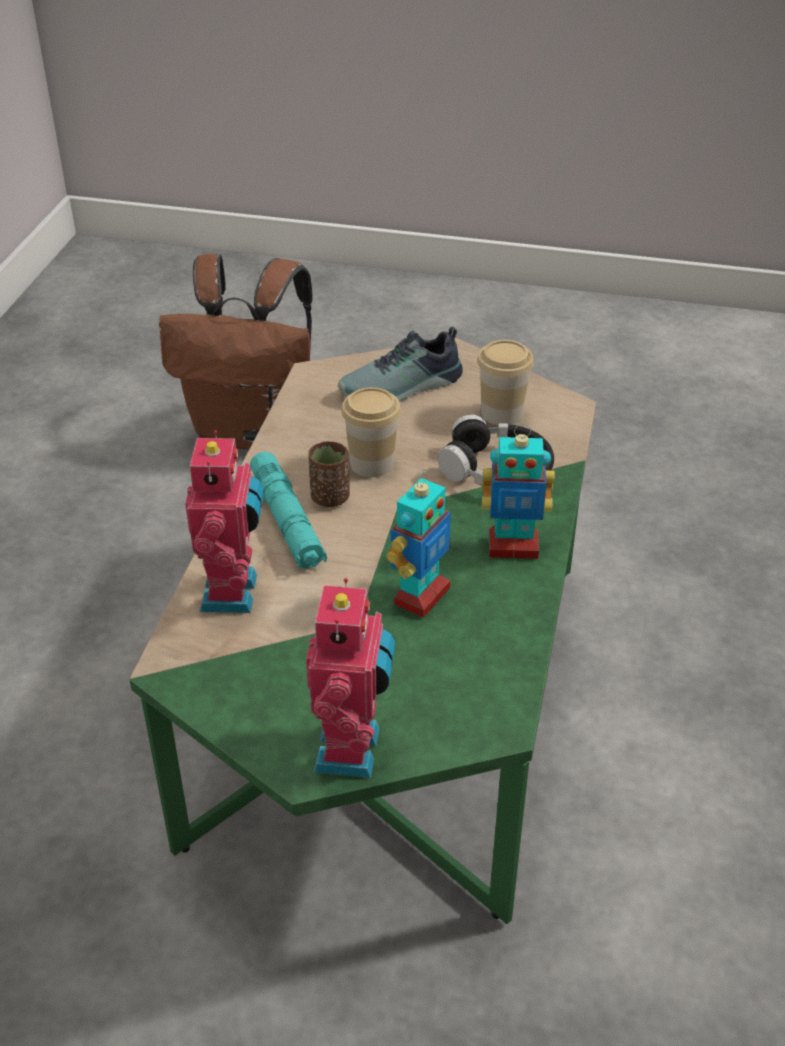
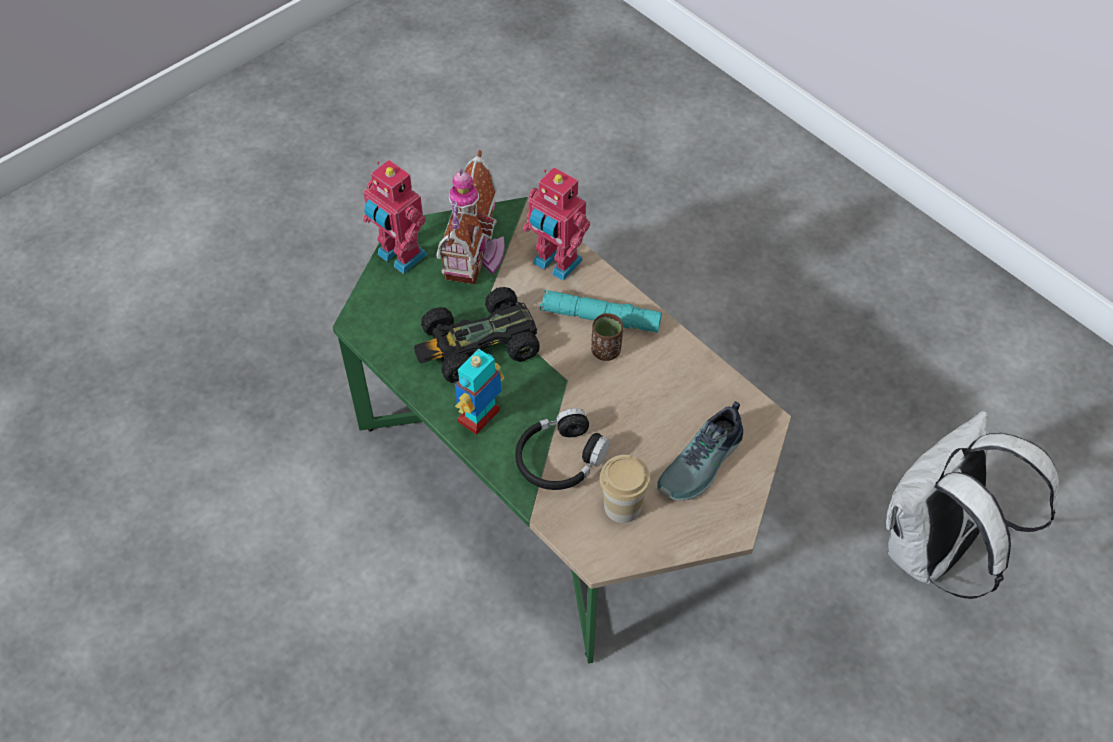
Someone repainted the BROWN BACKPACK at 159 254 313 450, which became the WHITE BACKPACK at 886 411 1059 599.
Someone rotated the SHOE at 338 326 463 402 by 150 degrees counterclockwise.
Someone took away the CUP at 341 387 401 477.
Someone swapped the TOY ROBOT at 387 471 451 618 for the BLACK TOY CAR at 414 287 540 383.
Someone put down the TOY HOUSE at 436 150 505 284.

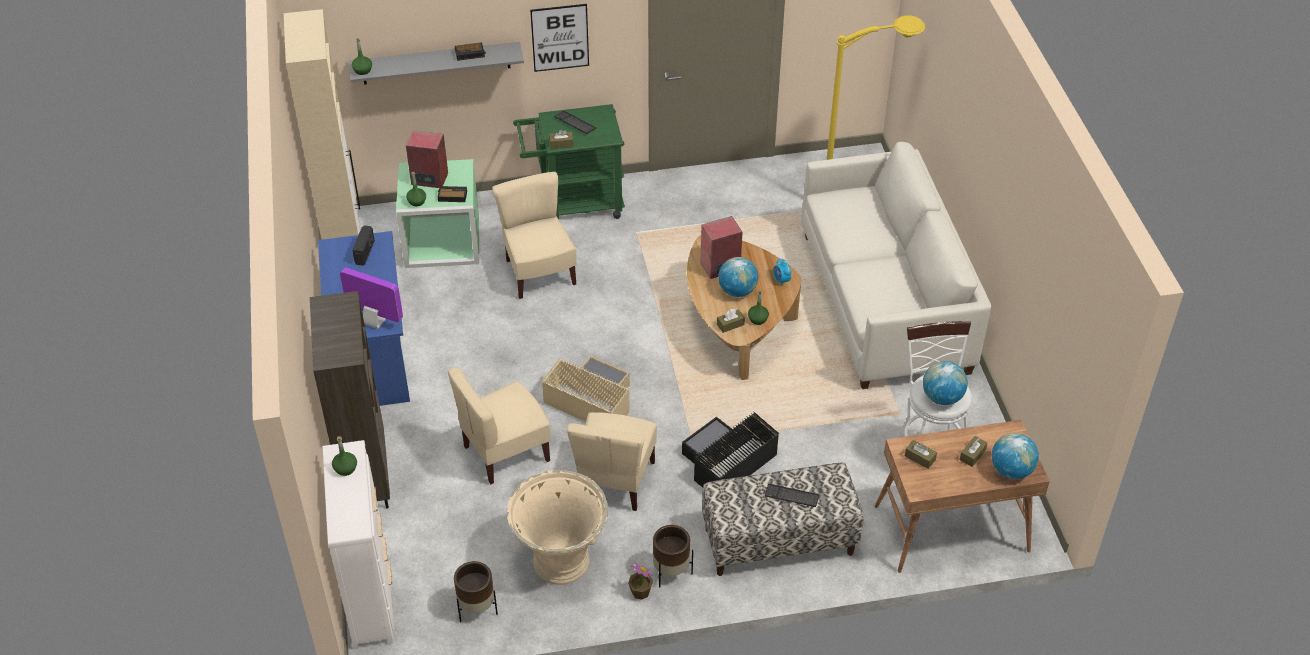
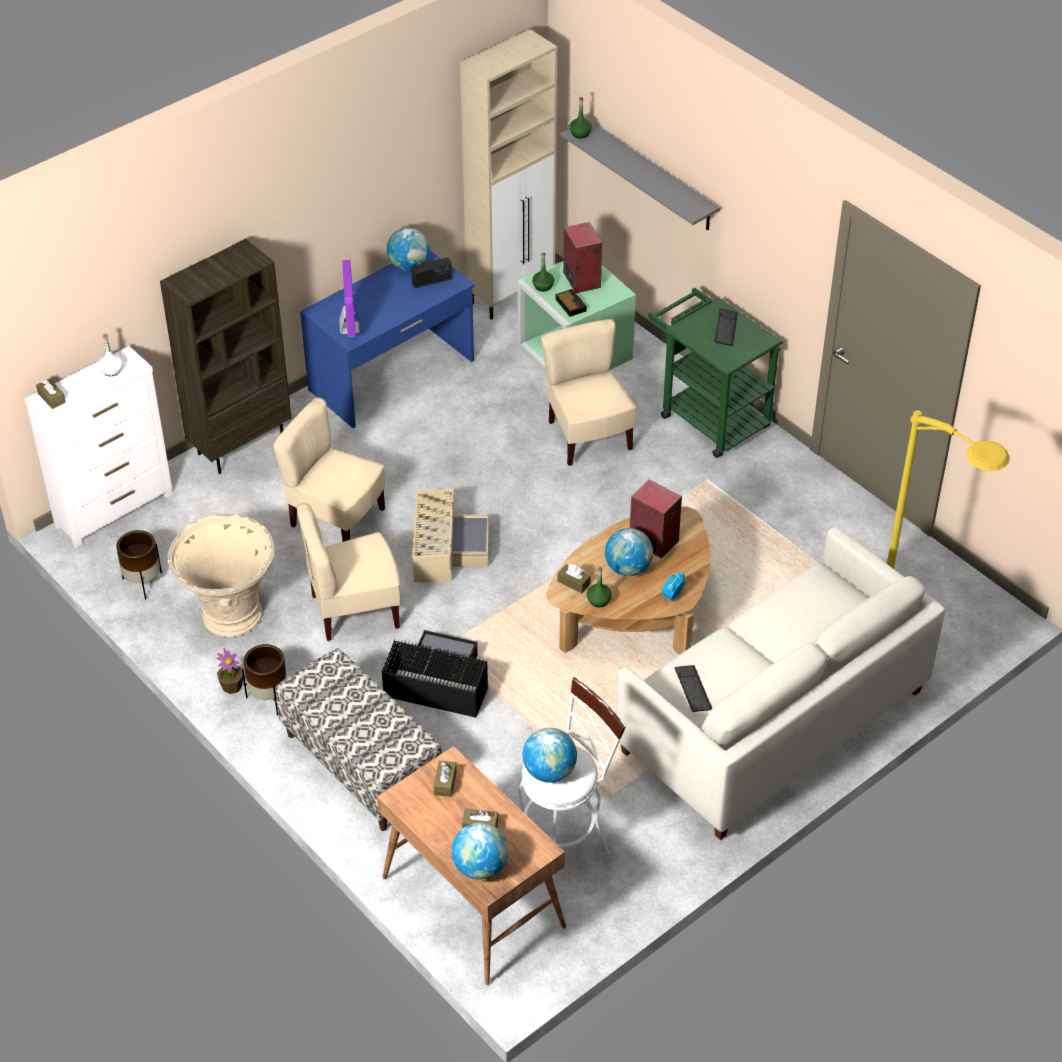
Someone took away the PICTURE at 530 4 589 72.
Someone took away the ALARM CLOCK at 455 42 486 61.
Someone carried the BROWN TISSUE BOX from 549 130 574 149 to 36 378 66 409.
Someone rotated the BEIGE CHAIR at 492 172 577 299 by 60 degrees counterclockwise.
Someone repainted the GREEN BOTTLE at 332 436 357 476, which became the WHITE BOTTLE at 98 333 123 376.
Someone carried the KEYBOARD from 765 484 820 507 to 675 665 712 712.
Someone put down the GLOBE at 387 227 430 271.

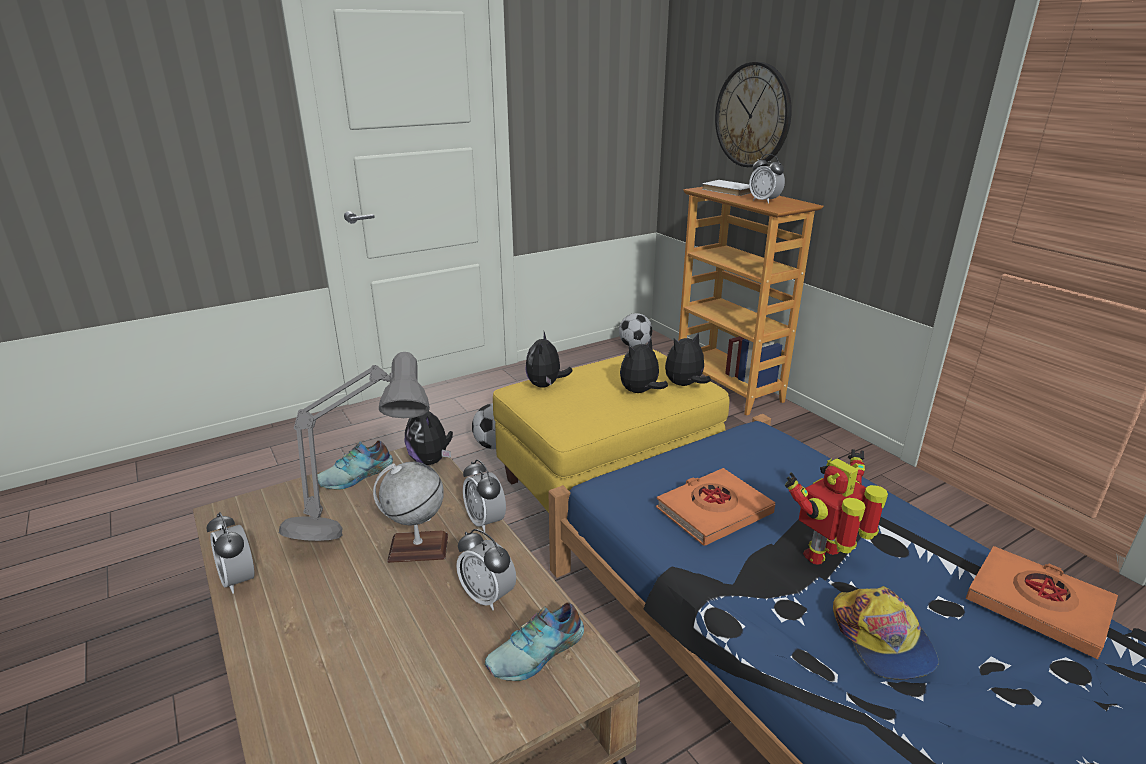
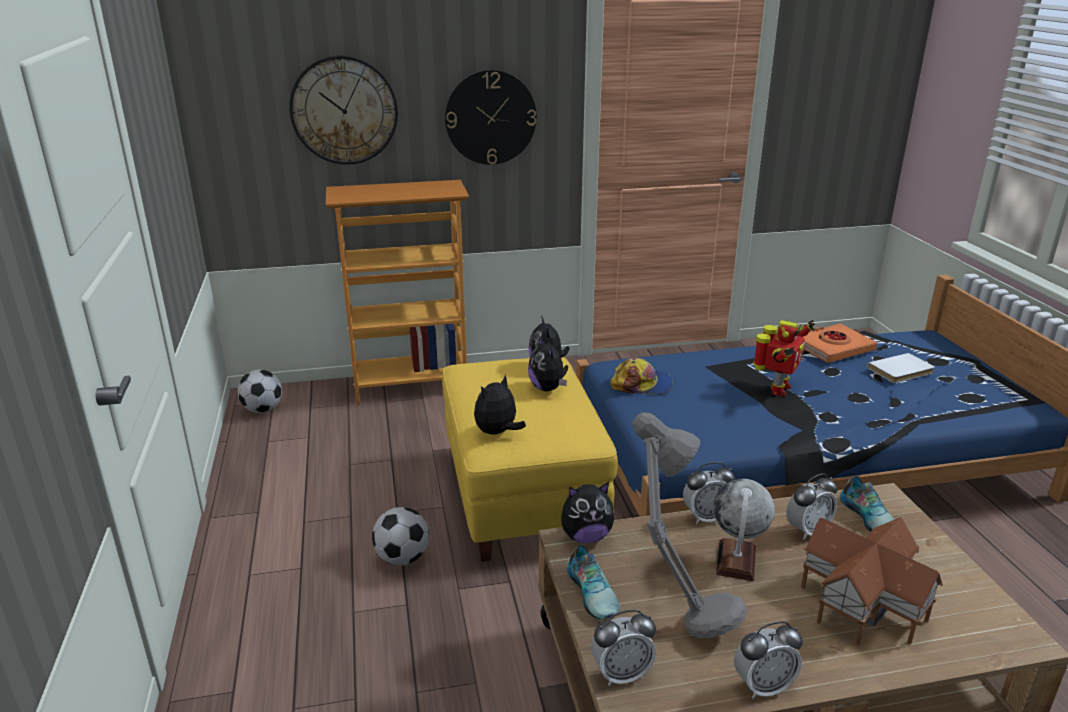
Someone carried the ALARM CLOCK from 749 154 785 204 to 591 610 656 686.
Someone carried the WHITE BOOK from 702 180 751 196 to 867 353 935 383.
Someone rotated the PLUSH TOY at 525 332 573 388 by 105 degrees clockwise.
Someone rotated the TOY ROBOT at 785 449 888 565 by 135 degrees counterclockwise.
Someone took away the ORANGE BOOK at 656 468 775 546.
Someone carried the CAP from 833 586 939 680 to 610 358 673 395.
Someone put up the WALL CLOCK at 445 70 537 165.
Someone put down the TOY HOUSE at 801 517 943 645.

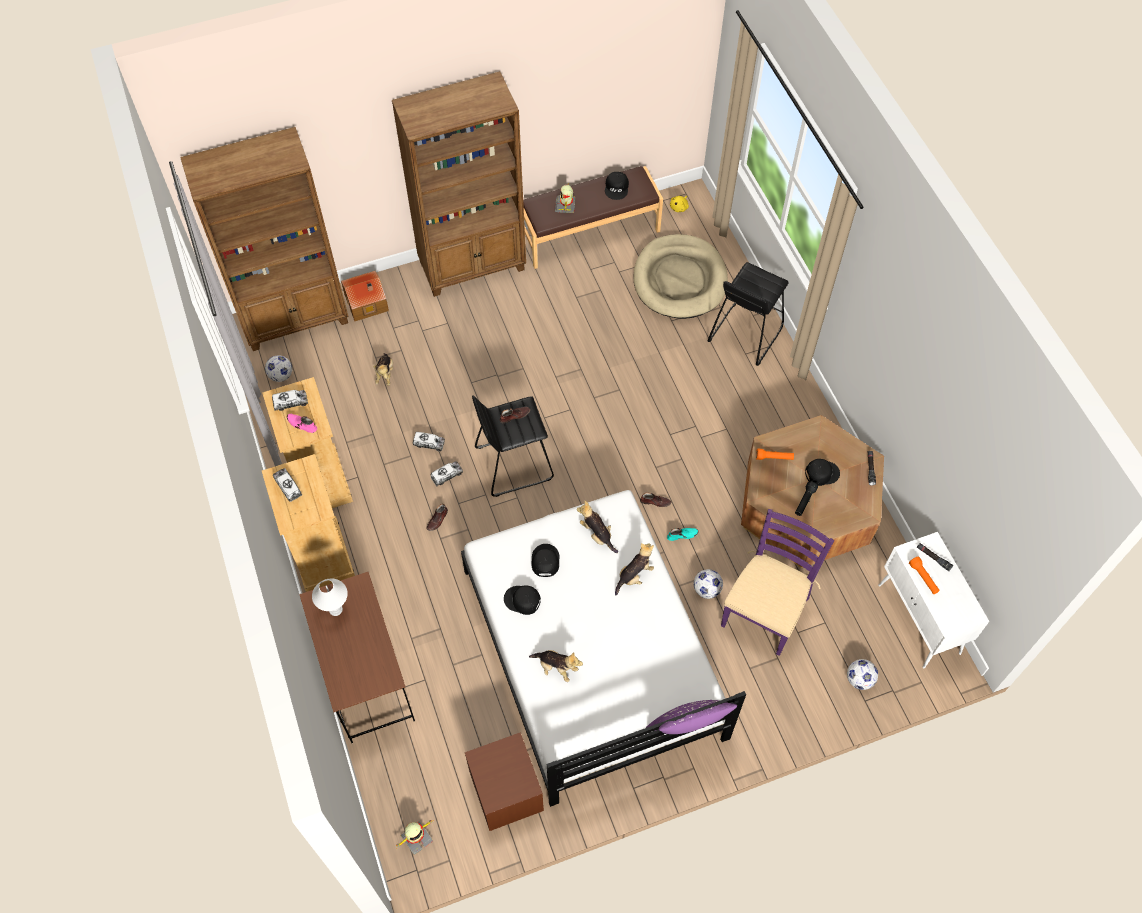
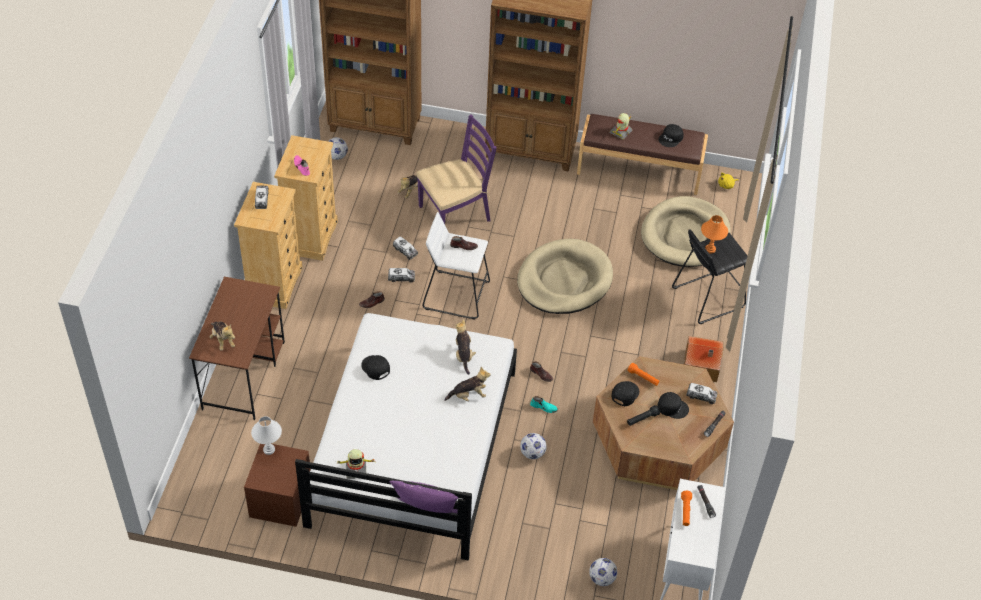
Someone carried the TOY HOUSE from 341 271 389 321 to 684 336 723 382.
Someone carried the TOY TRUCK from 272 390 308 411 to 686 383 718 404.
Someone repainted the BLACK STOOL at 472 395 554 497, which became the WHITE STOOL at 423 212 490 319.
Someone carried the PURPLE CHAIR from 721 509 834 656 to 416 115 497 224.
Someone carried the BLACK CAP from 531 544 559 577 to 611 381 639 406.
Someone carried the WHITE TABLE LAMP from 312 578 348 616 to 251 416 282 455.
Someone carried the PLUSH TOY from 529 650 583 682 to 210 321 235 351.
Someone carried the TOY ROBOT from 394 818 433 855 to 336 449 376 479.
Someone put down the ORANGE TABLE LAMP at 701 215 728 254.
Someone put down the BEIGE DOG BED at 517 239 613 314.

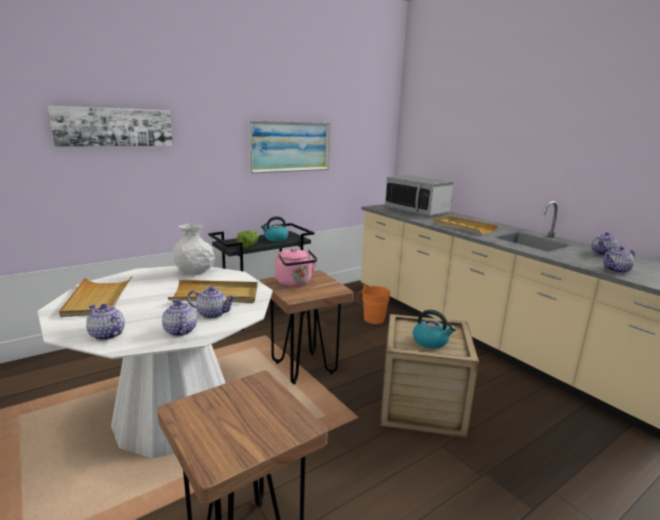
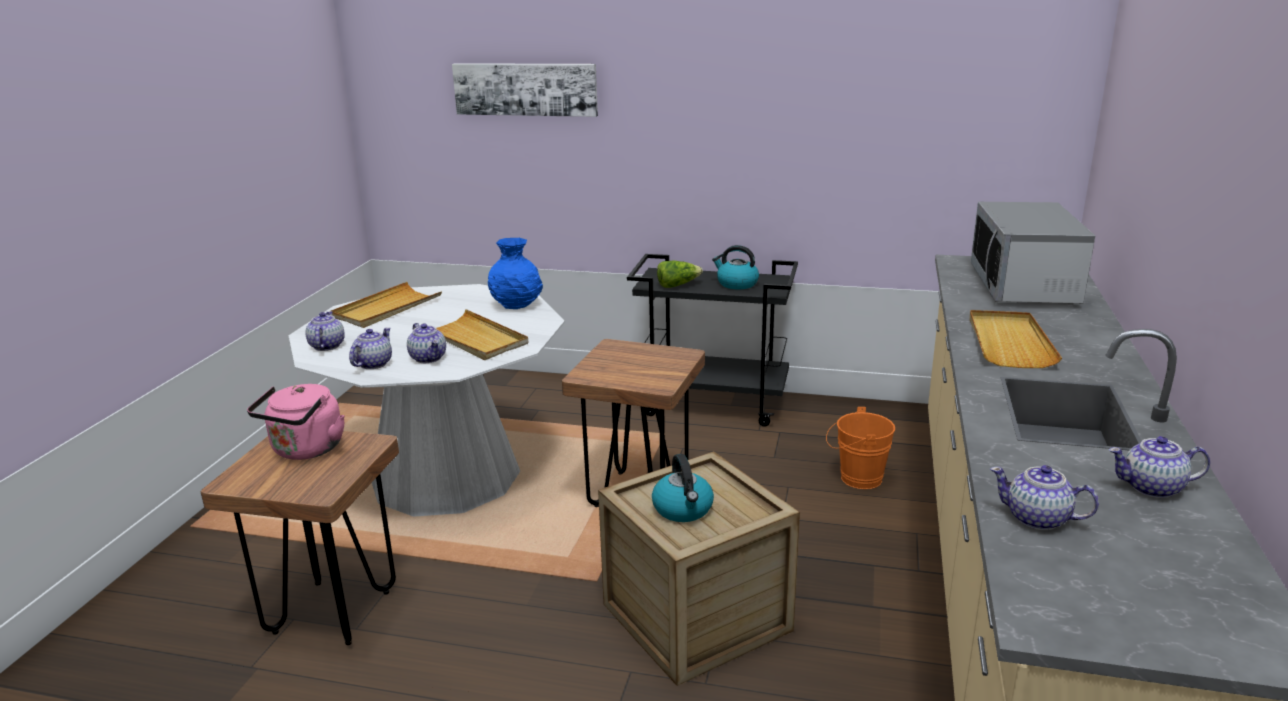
Someone took away the PICTURE at 248 120 331 173.
Someone repainted the WHITE VASE at 173 224 215 276, which became the BLUE VASE at 488 238 543 309.
Someone carried the PINK KETTLE from 275 248 317 287 to 247 384 345 460.

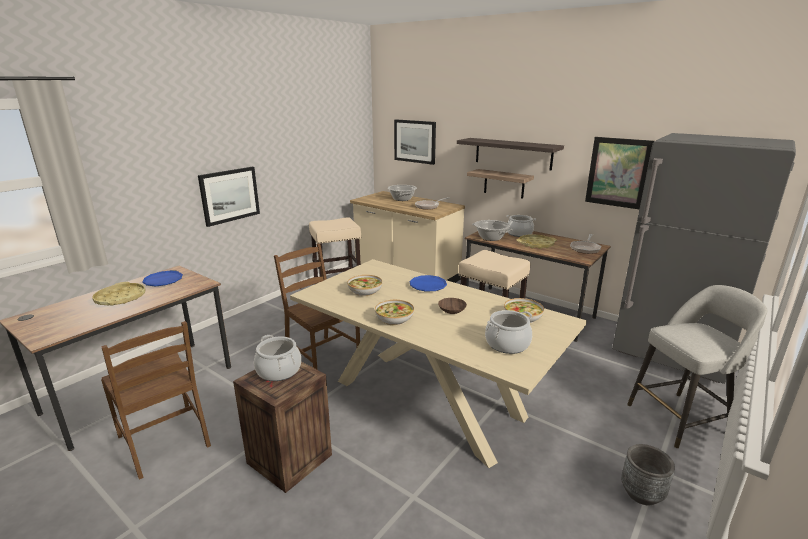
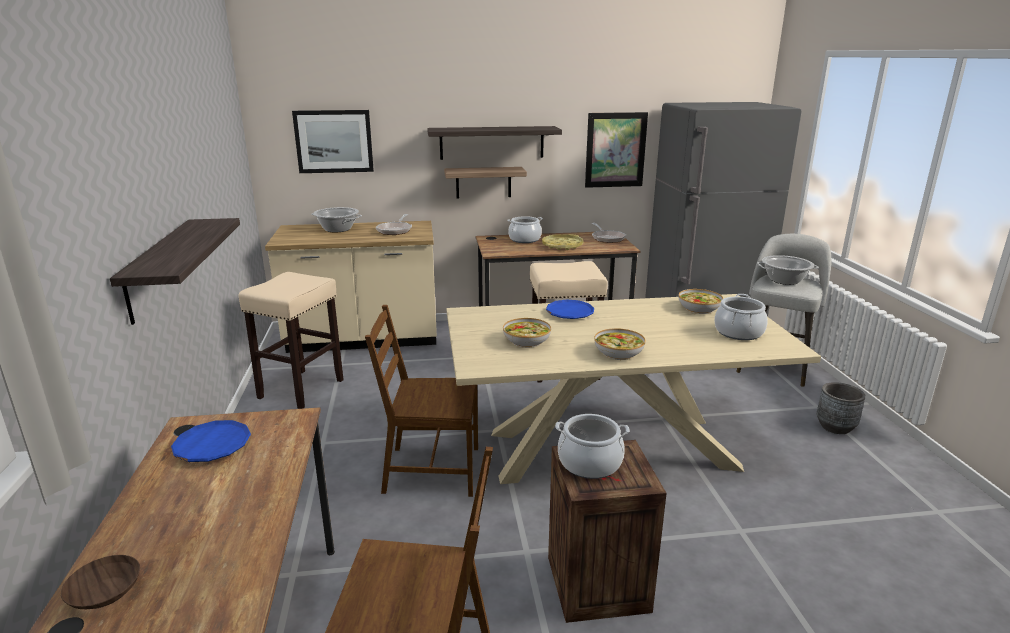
Someone swapped the PICTURE at 198 167 260 227 for the SHELF at 110 218 240 325.
Someone carried the COOKING POT from 472 220 513 241 to 757 255 819 285.
Someone took away the YELLOW TRAY at 92 282 146 306.
Someone carried the BROWN BOWL from 438 298 467 314 to 61 555 140 609.

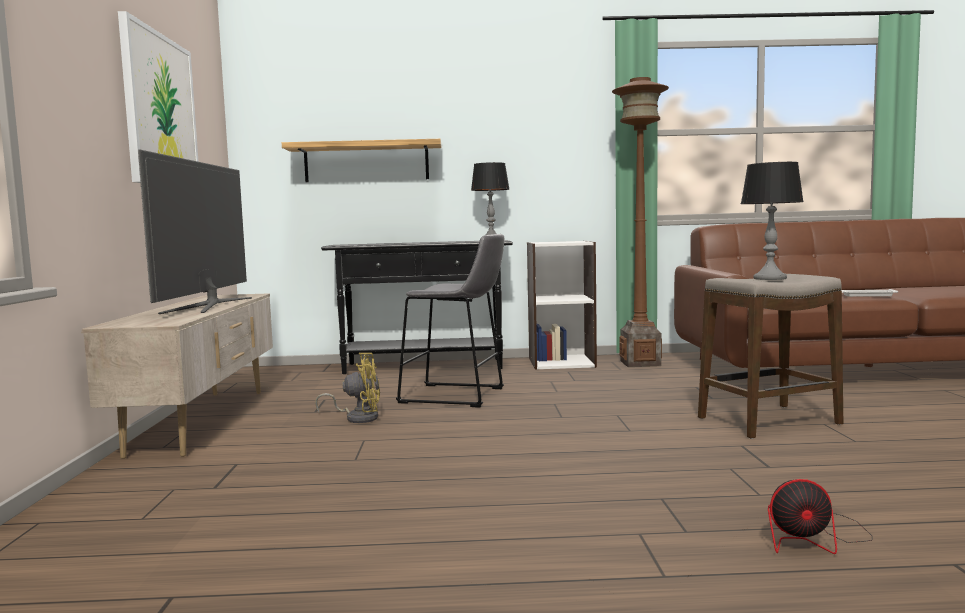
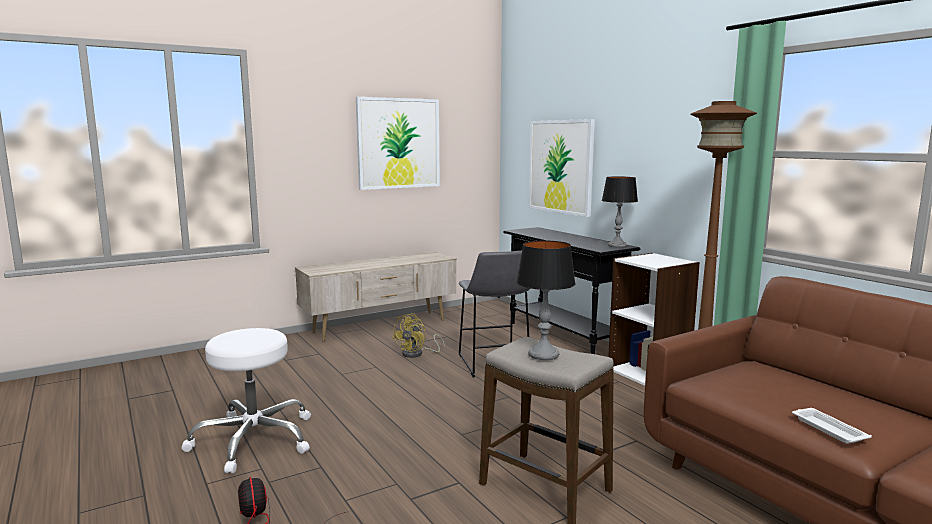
Someone swapped the SHELF at 282 139 441 182 for the PICTURE at 529 119 595 217.
Someone took away the TELEVISION at 138 149 252 314.
Someone rotated the YELLOW FAN at 315 353 380 423 by 60 degrees clockwise.
Someone put down the WHITE STOOL at 182 328 311 474.

